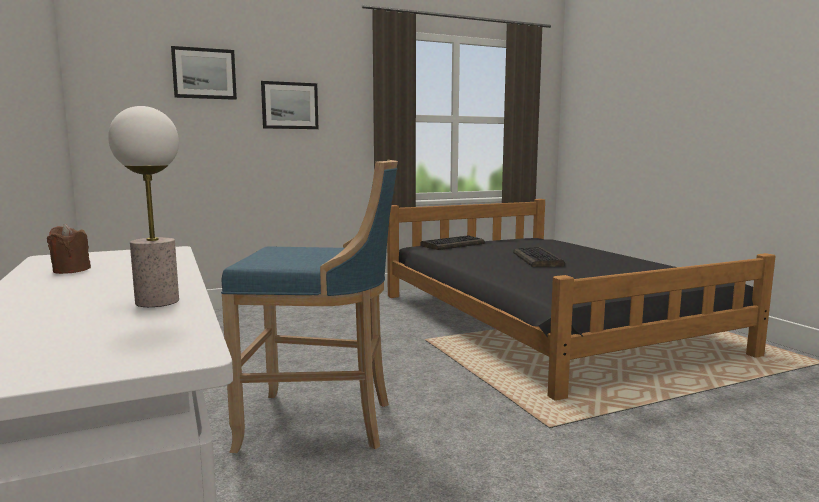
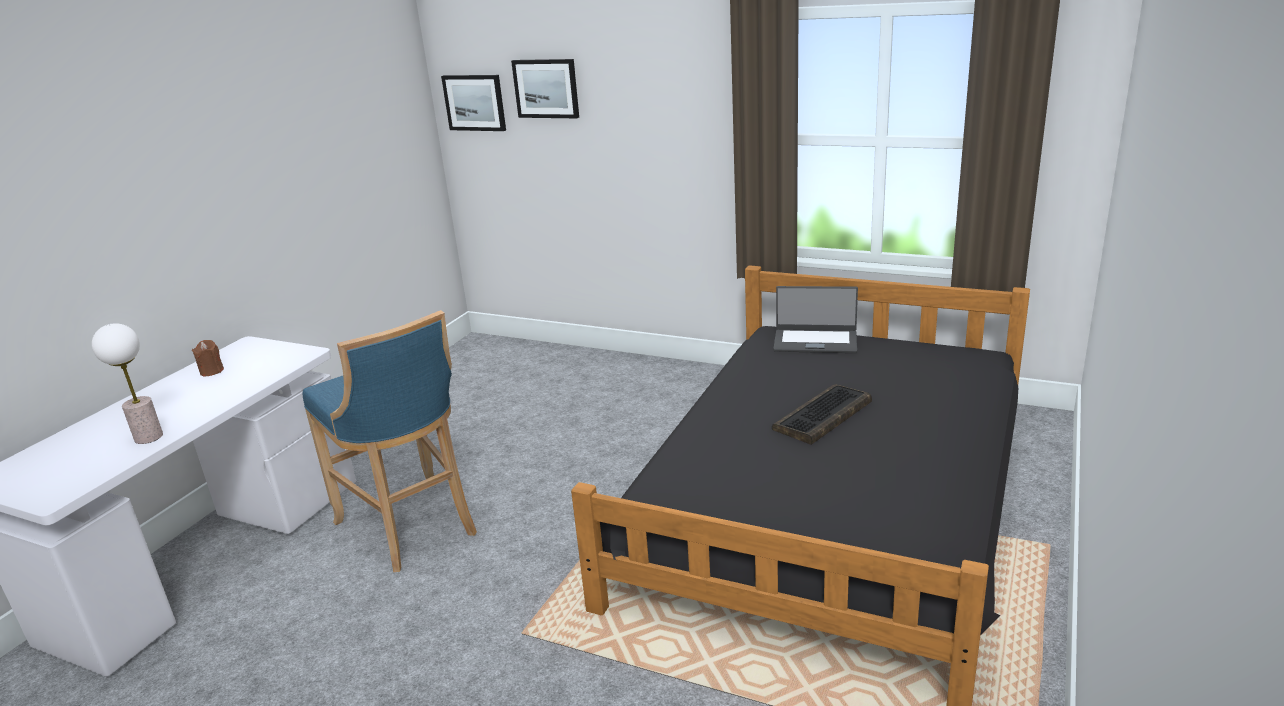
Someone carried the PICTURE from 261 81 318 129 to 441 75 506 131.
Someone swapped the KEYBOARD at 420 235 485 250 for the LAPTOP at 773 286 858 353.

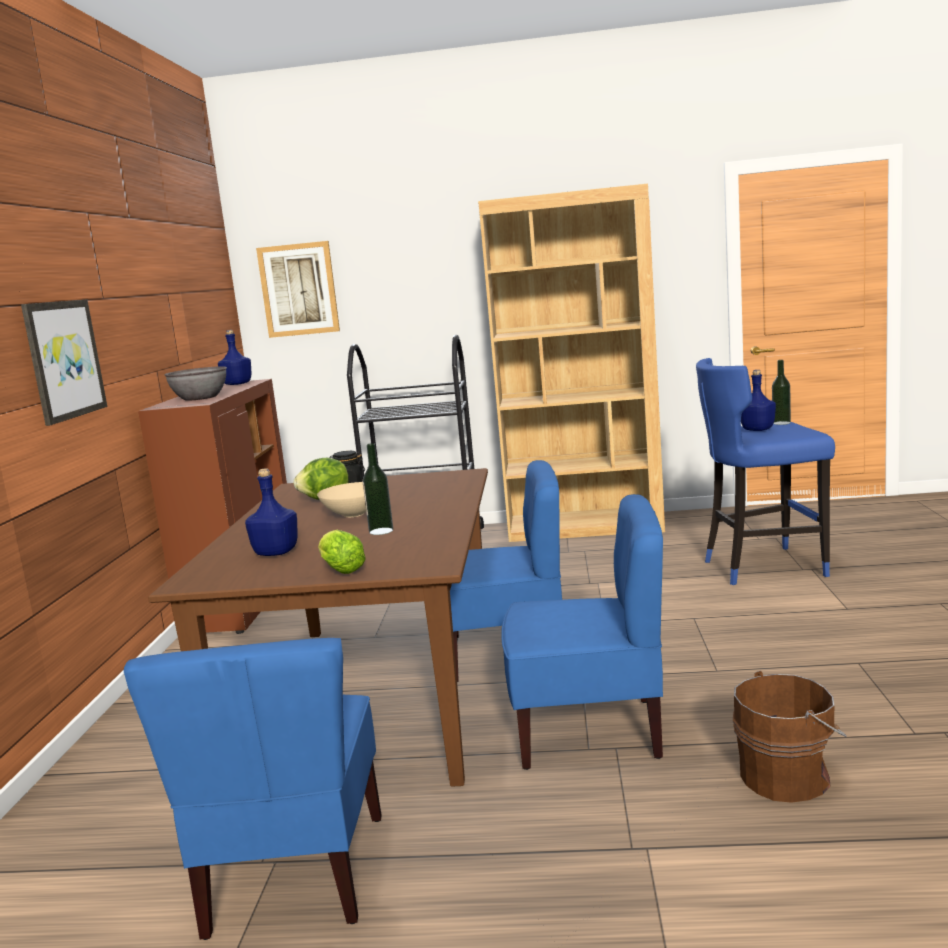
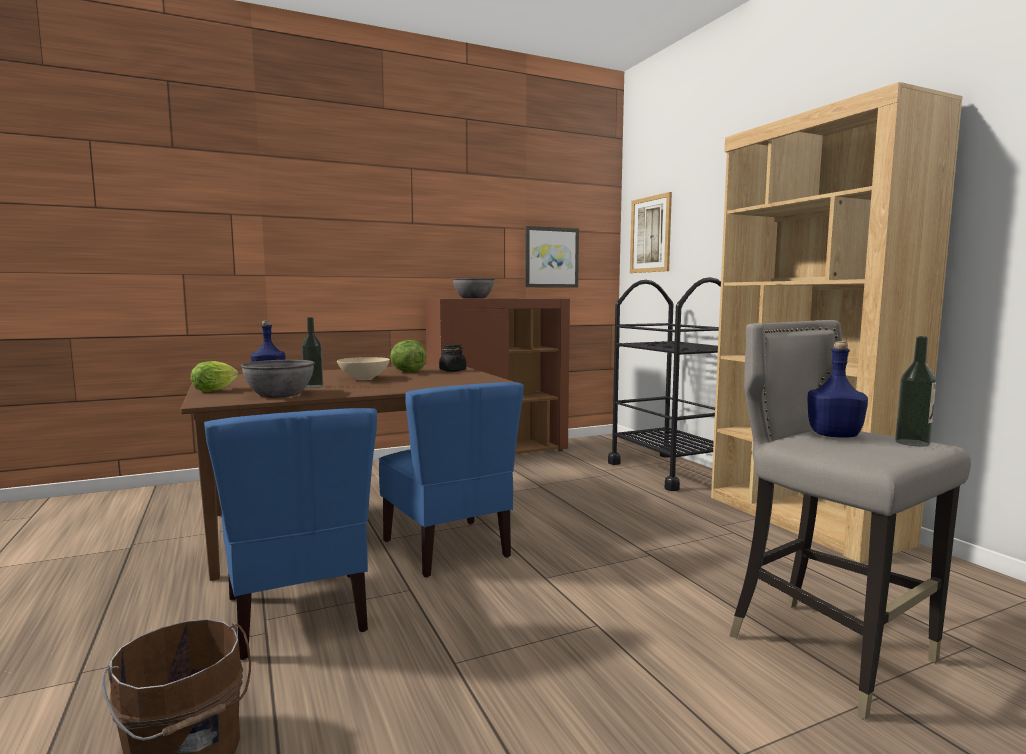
Someone carried the PICTURE from 21 300 107 426 to 525 226 579 288.
Someone took away the BLUE BOTTLE at 218 330 251 385.
Someone repainted the BLUE STOOL at 696 358 835 585, which became the GREY STOOL at 729 320 971 720.
Someone took away the BLUE CHAIR at 124 638 382 940.
Someone put down the GREY BOWL at 240 360 315 398.

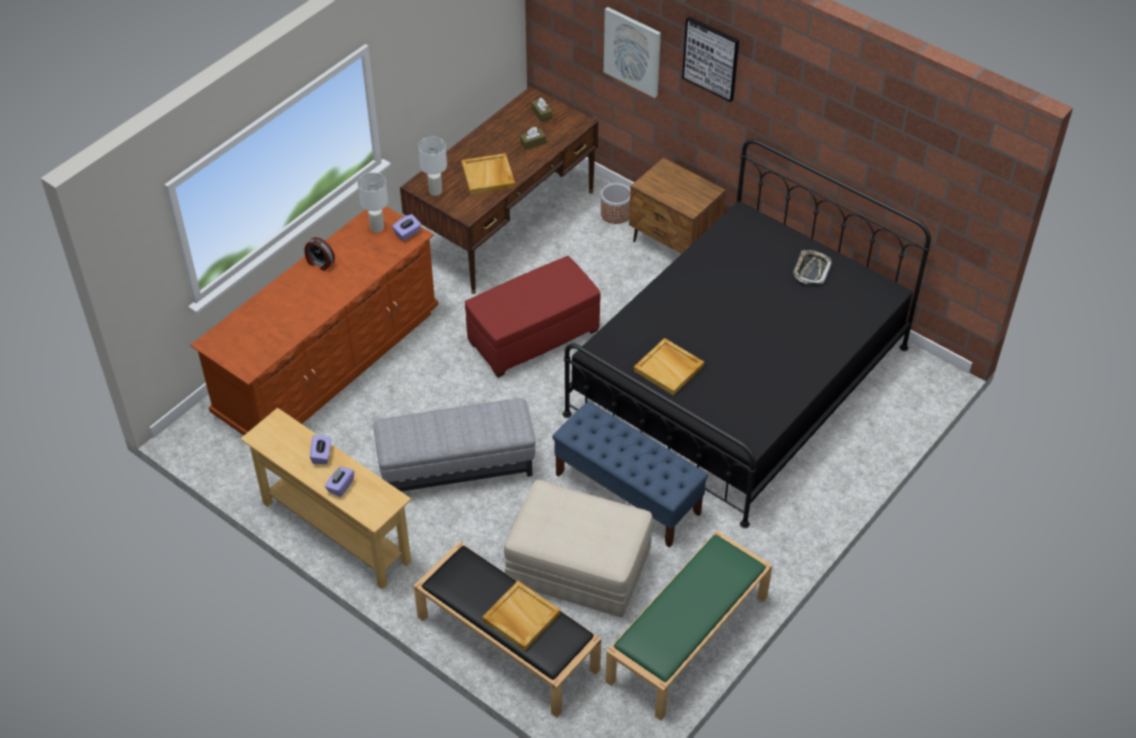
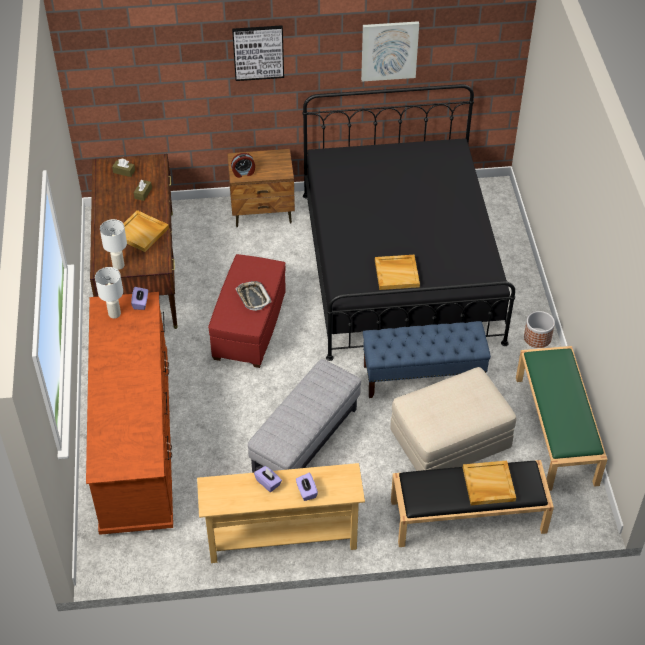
Someone carried the PICTURE from 604 7 661 98 to 361 21 419 82.
Someone carried the PLANTER from 601 183 630 224 to 524 311 555 348.
Someone carried the ALARM CLOCK from 304 237 335 271 to 231 153 255 178.
Someone carried the TRAY from 793 250 832 284 to 236 281 271 311.

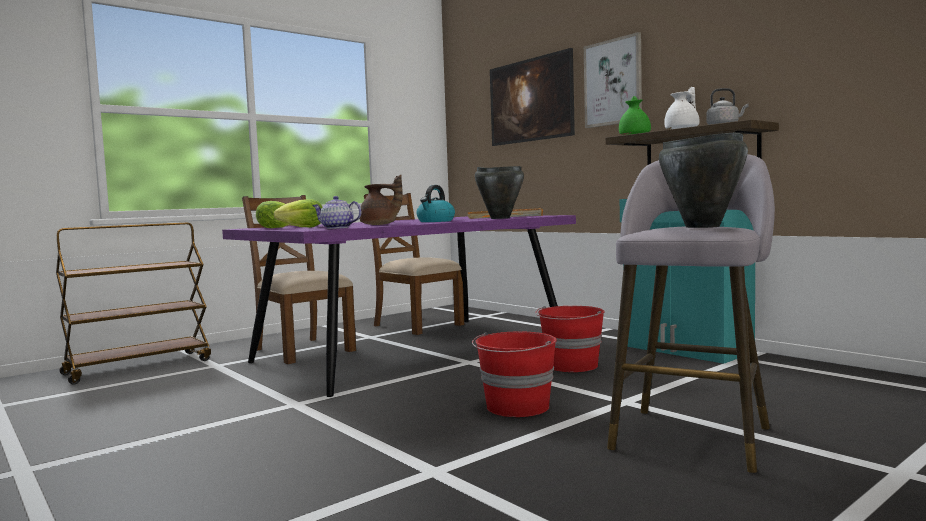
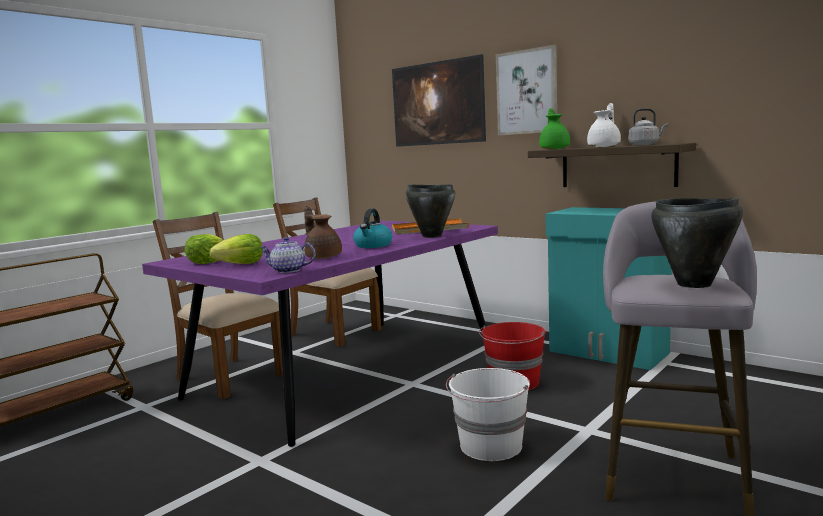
Someone rotated the BROWN TEAPOT at 359 175 403 225 by 135 degrees counterclockwise.
Someone repainted the RED BUCKET at 472 331 557 417, which became the WHITE BUCKET at 446 368 530 461.

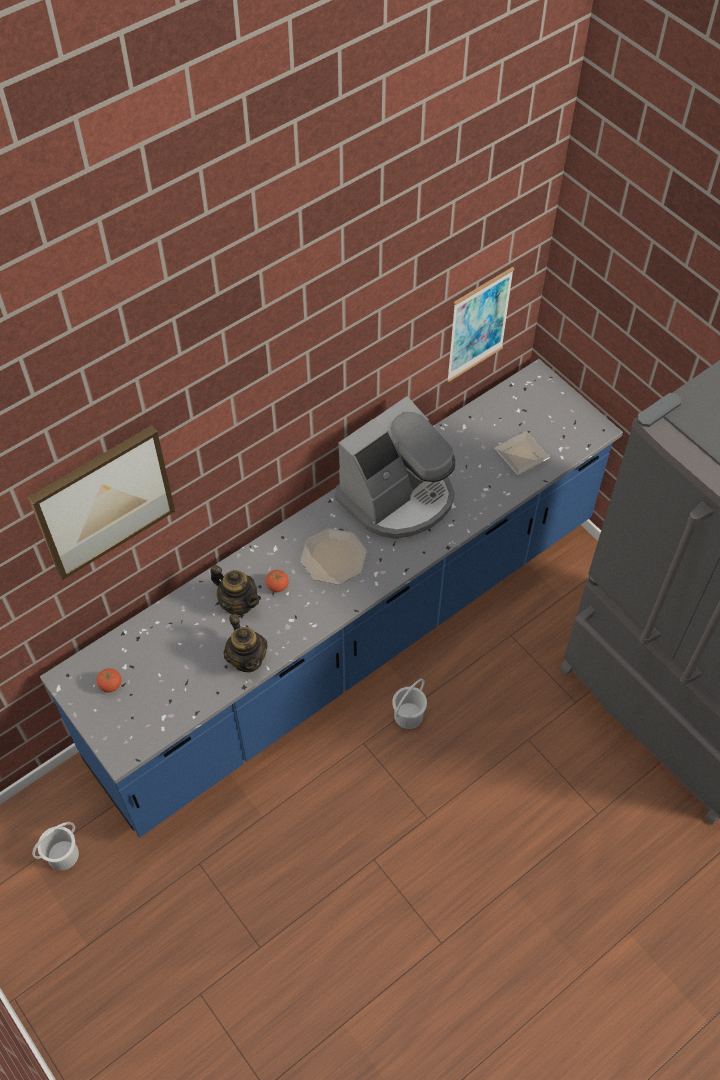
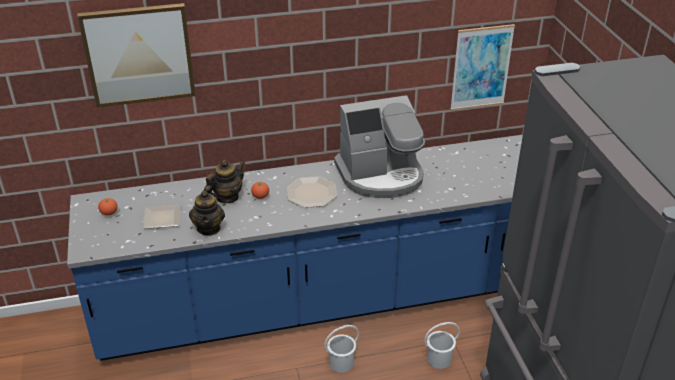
Someone carried the PLATE from 494 431 550 475 to 143 204 180 229.
Someone rotated the TEAPOT at 210 565 261 615 by 105 degrees counterclockwise.
Someone carried the WHITE BUCKET from 32 822 79 871 to 424 322 460 369.

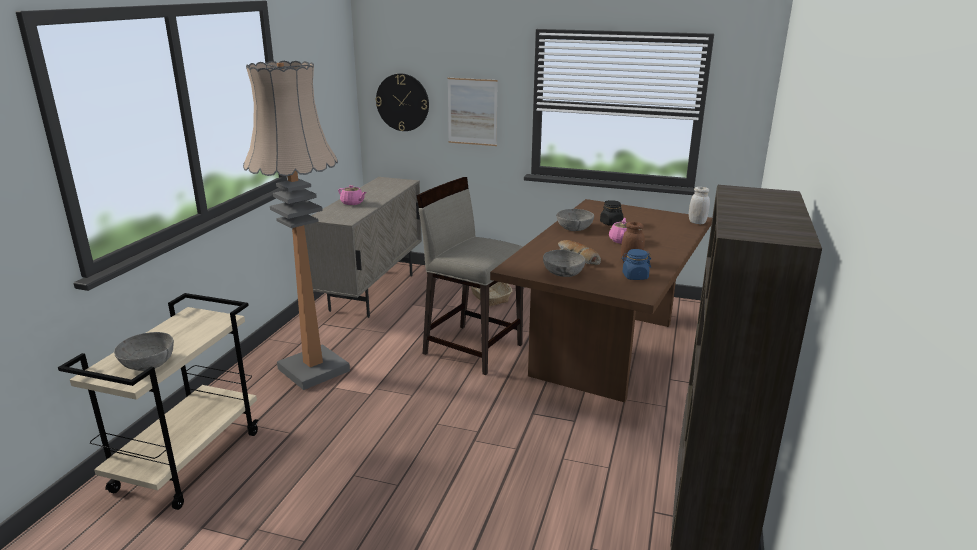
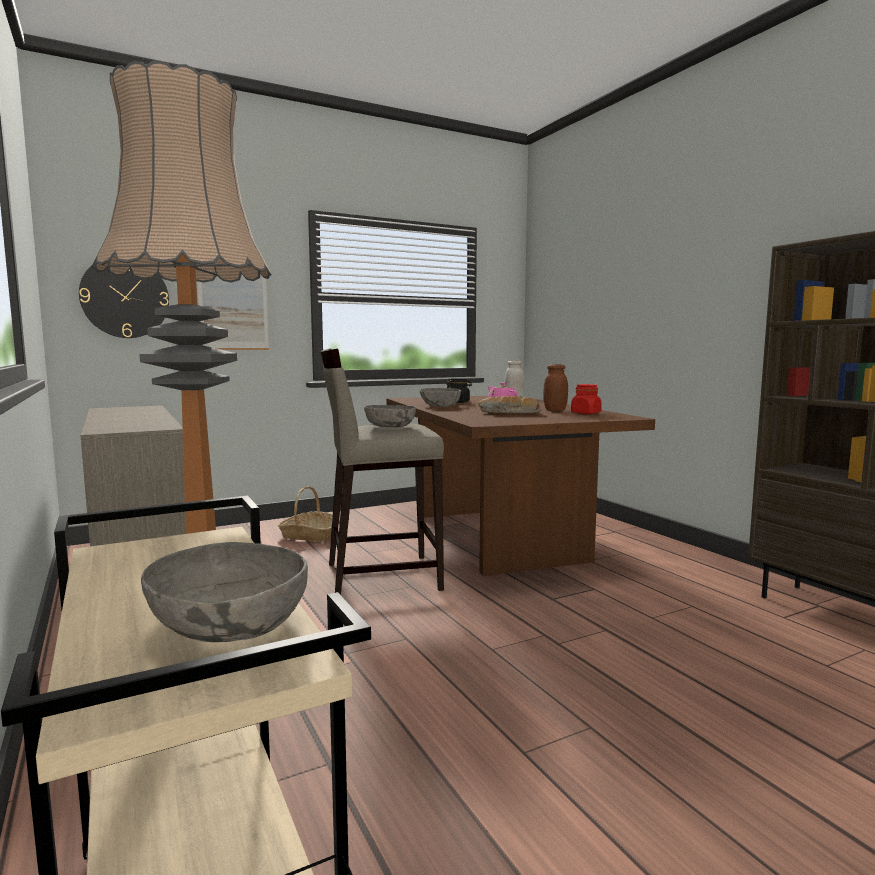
Someone took away the PINK TEAPOT at 338 185 367 205.
Someone repainted the BLUE JAR at 622 249 651 280, which became the RED JAR at 571 384 602 414.
Someone carried the GREY BOWL from 543 250 585 277 to 364 405 416 427.

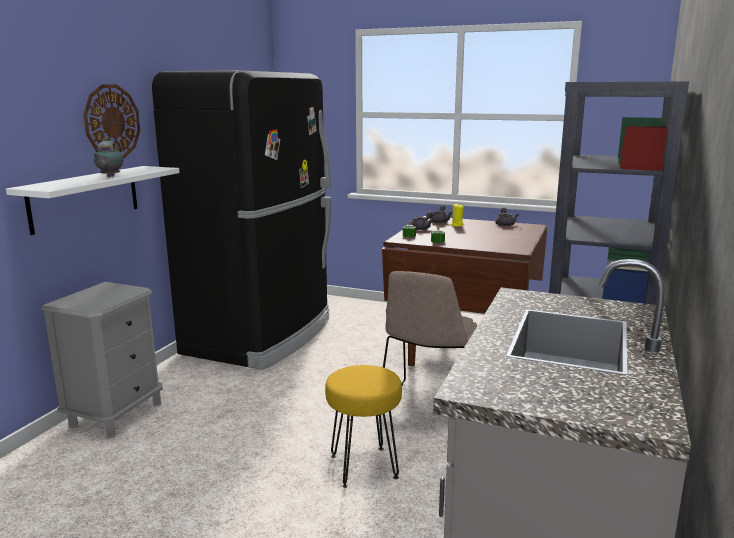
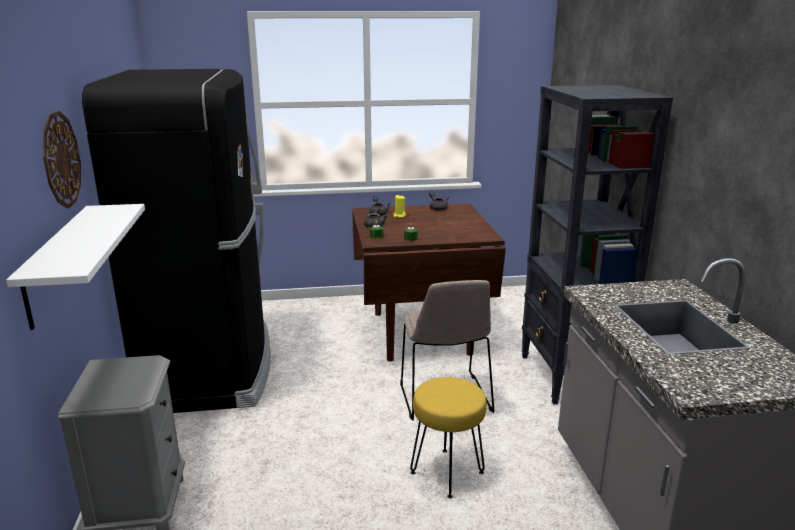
Someone took away the TEAPOT at 93 137 123 177.

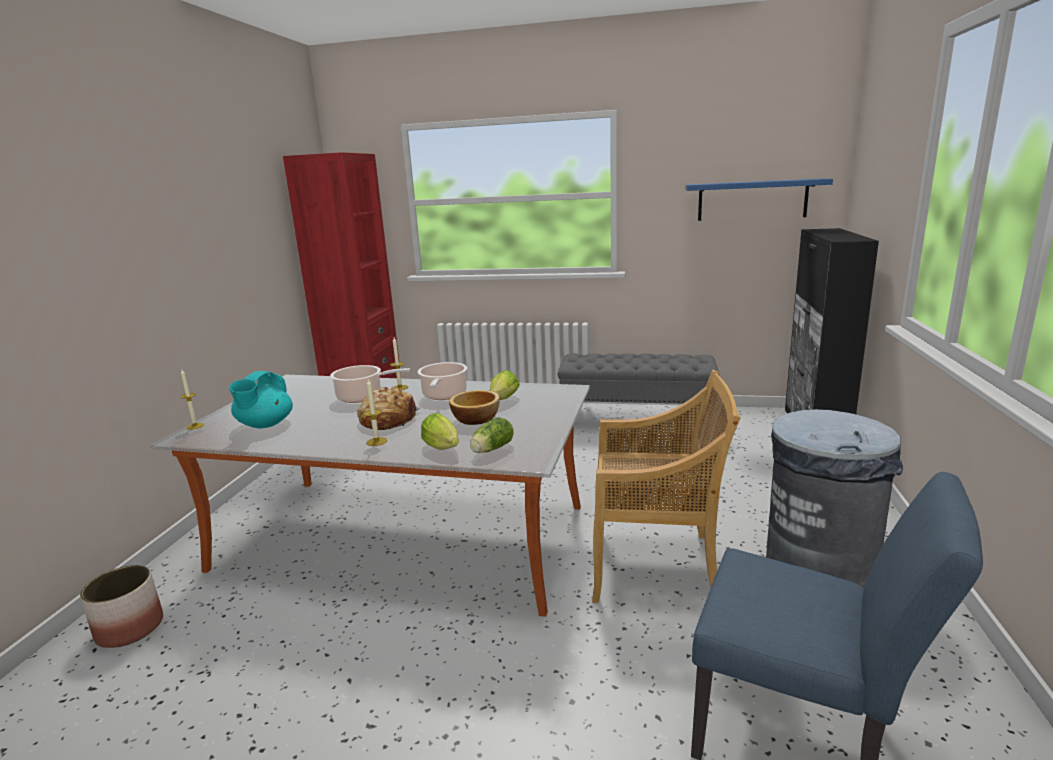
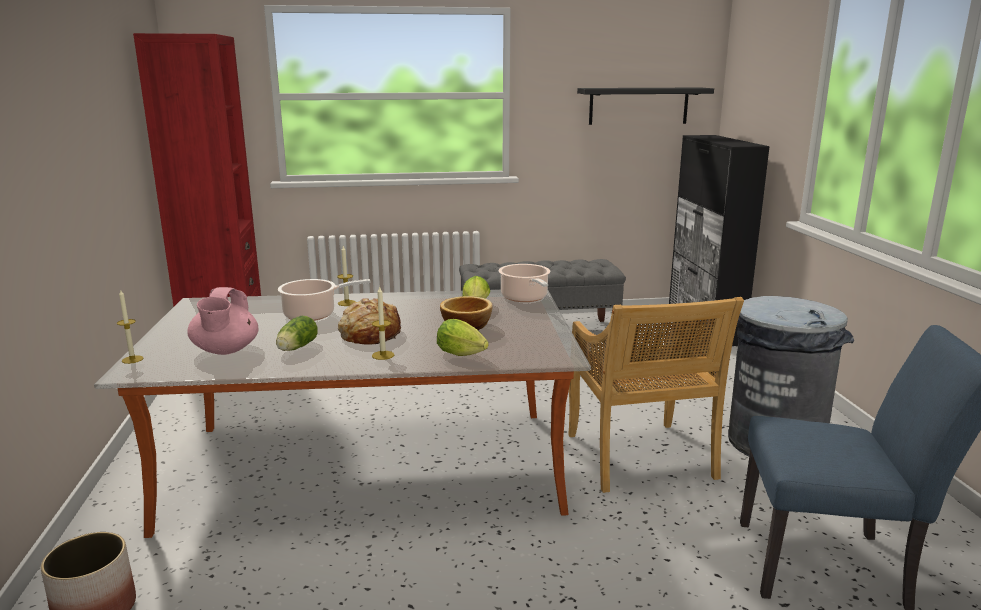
Someone repainted the BLUE SHELF at 686 178 833 221, which became the BLACK SHELF at 577 88 714 125.
Someone carried the COOKING POT from 418 362 467 400 to 499 264 550 302.
Someone rotated the BEIGE CHAIR at 592 370 741 603 by 90 degrees clockwise.
Someone repainted the TURQUOISE TEAPOT at 229 371 293 428, which became the PINK TEAPOT at 187 287 258 355.
Someone carried the LETTUCE from 470 417 514 453 to 276 316 318 351.

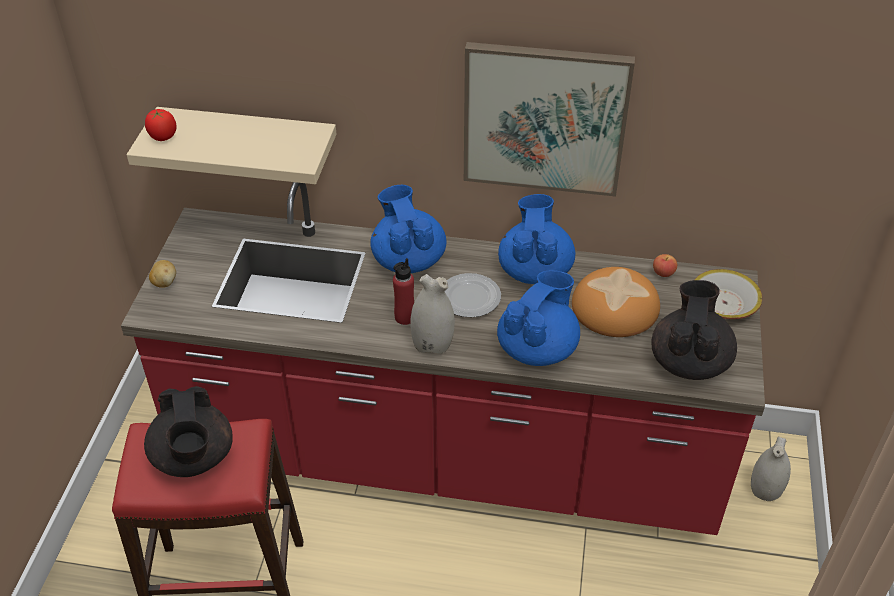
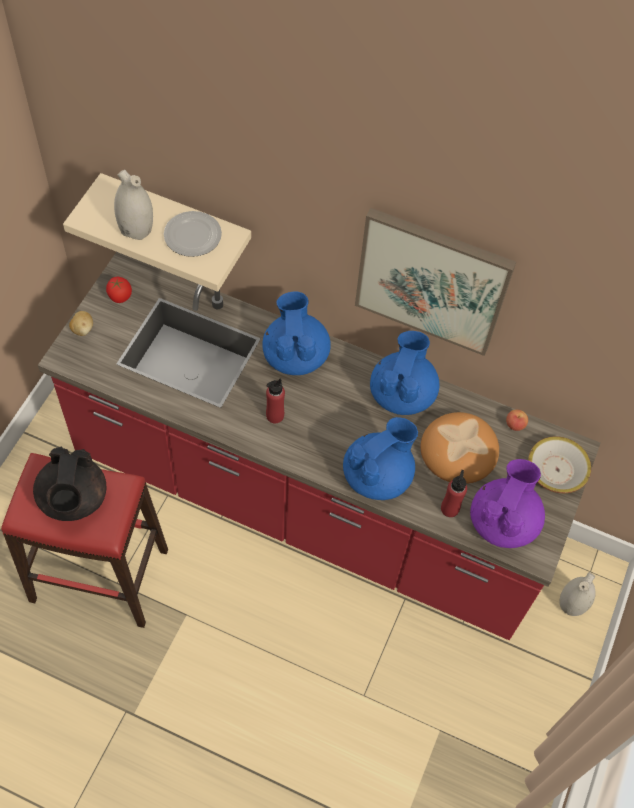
Someone carried the TOMATO from 145 109 176 141 to 106 277 132 303.
Someone carried the PLATE from 445 273 501 317 to 164 211 222 257.
Someone carried the WHITE VASE from 410 274 455 354 to 114 169 153 240.
Someone repainted the BLACK TEAPOT at 651 280 737 380, which became the PURPLE TEAPOT at 470 459 545 548.
Someone put down the RED BOTTLE at 441 470 467 517.

